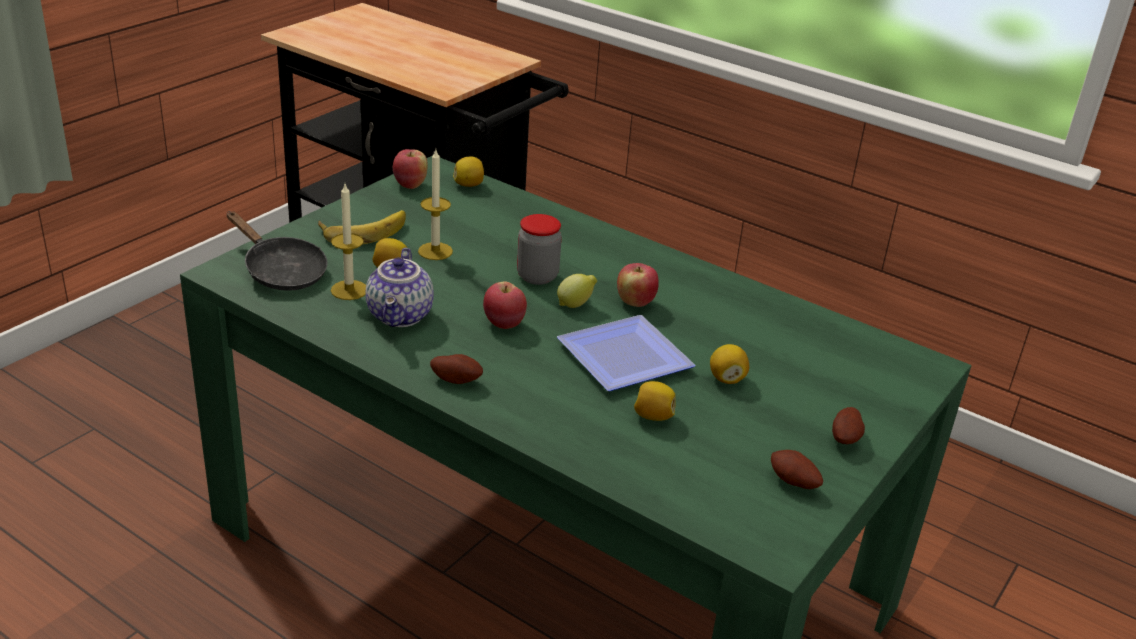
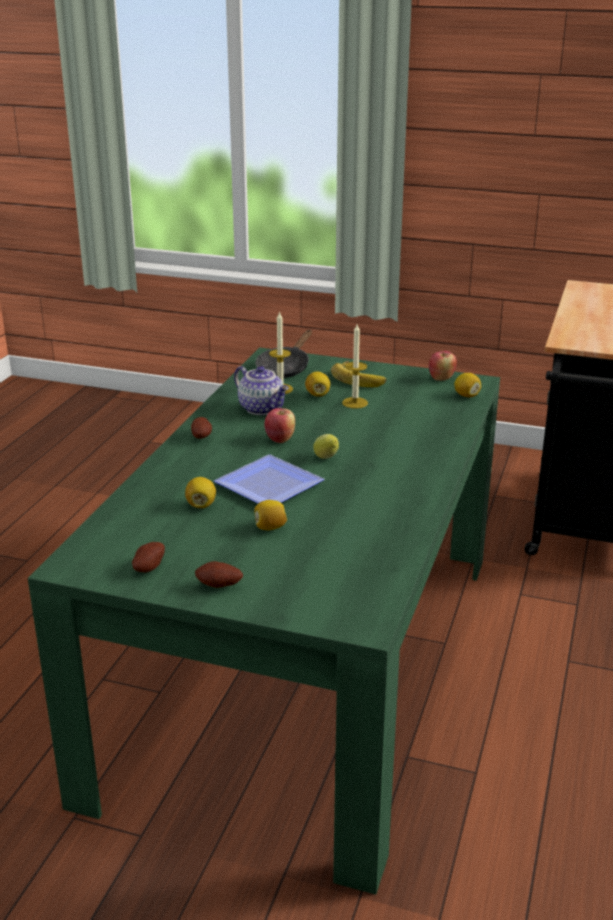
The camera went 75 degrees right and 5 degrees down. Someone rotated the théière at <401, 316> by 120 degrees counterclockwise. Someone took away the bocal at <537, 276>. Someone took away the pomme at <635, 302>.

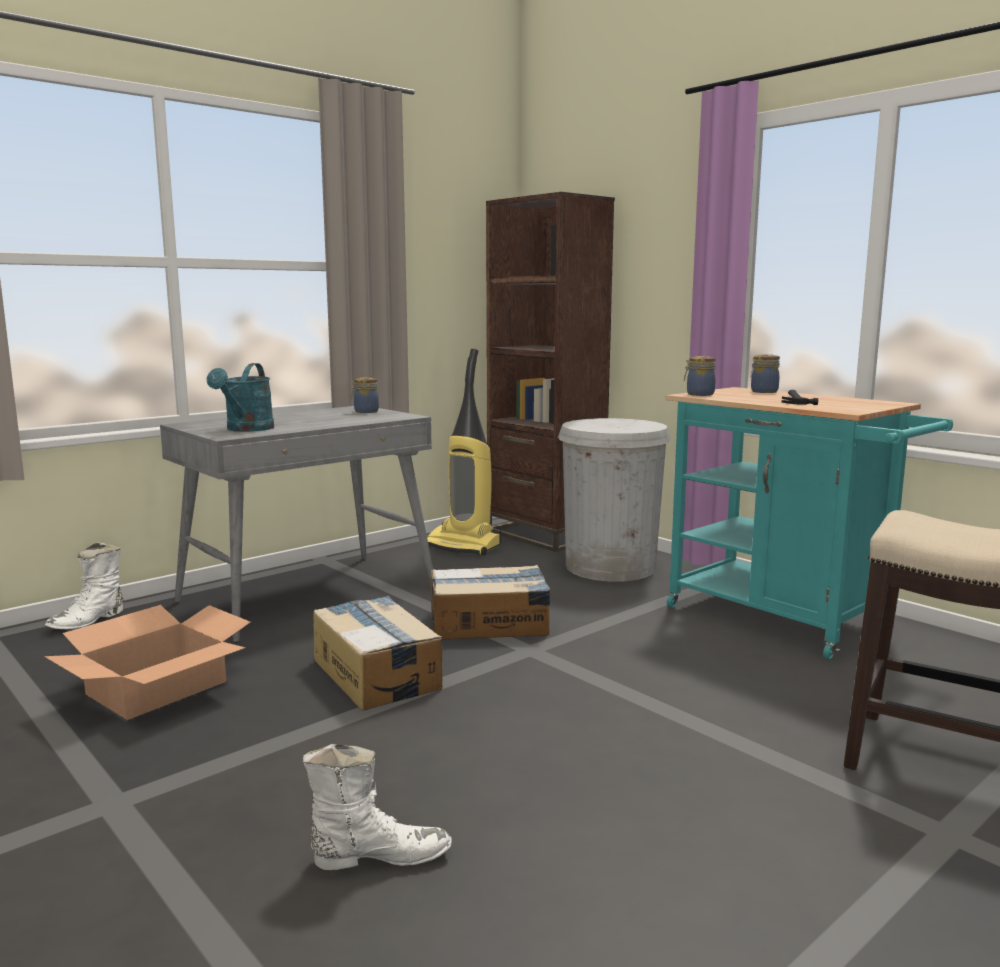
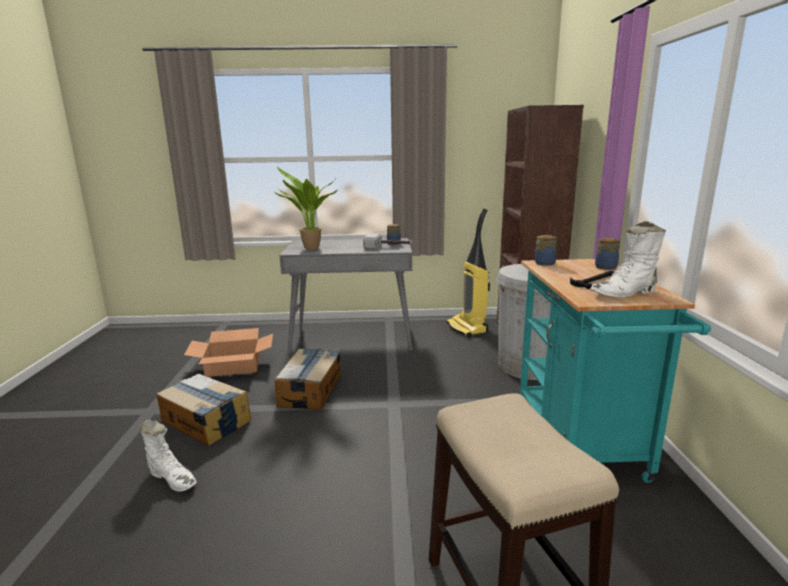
The camera went 40 degrees right and 5 degrees up. Someone carried the botte [blanc] from <89, 621> to <625, 293>. Someone swapped the arrosoir [turquoise] at <246, 429> for the plante en pot at <309, 249>. Someone carried the carton from <490, 623> to <206, 421>. Someone put down the marteau at <388, 247>.

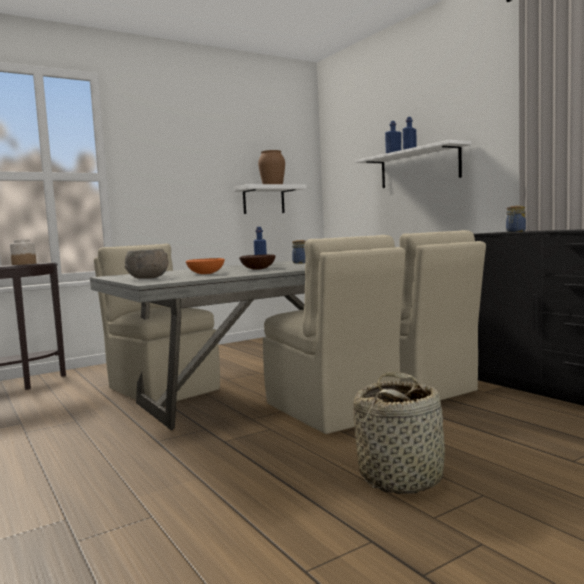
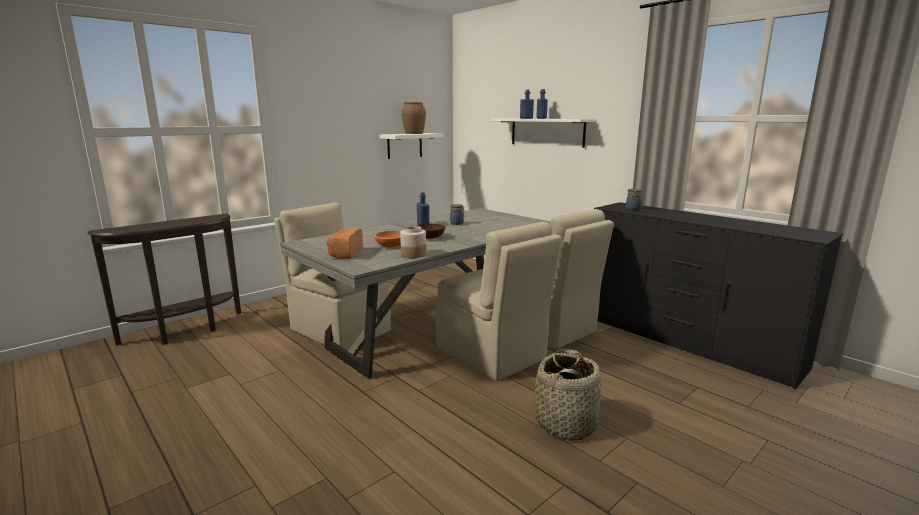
The camera went 10 degrees left and 10 degrees up. Someone carried the bocal from <23, 264> to <413, 254>. Someone swapped the bol [gris] at <148, 278> for the pain at <345, 253>.

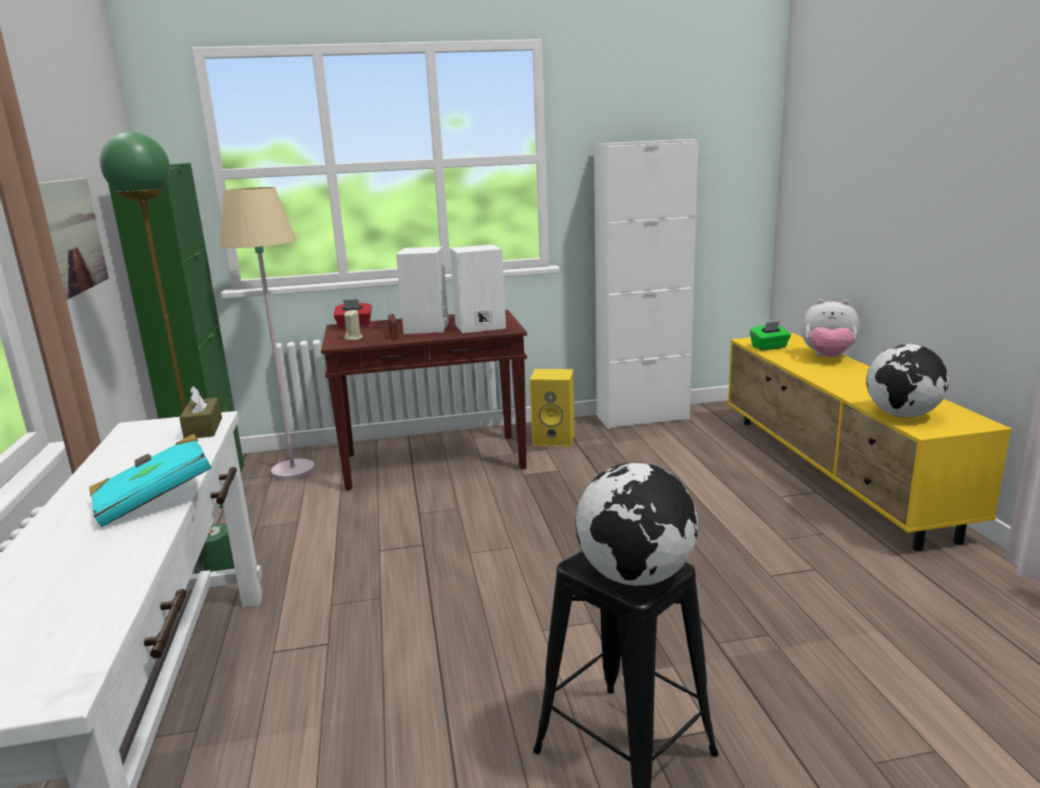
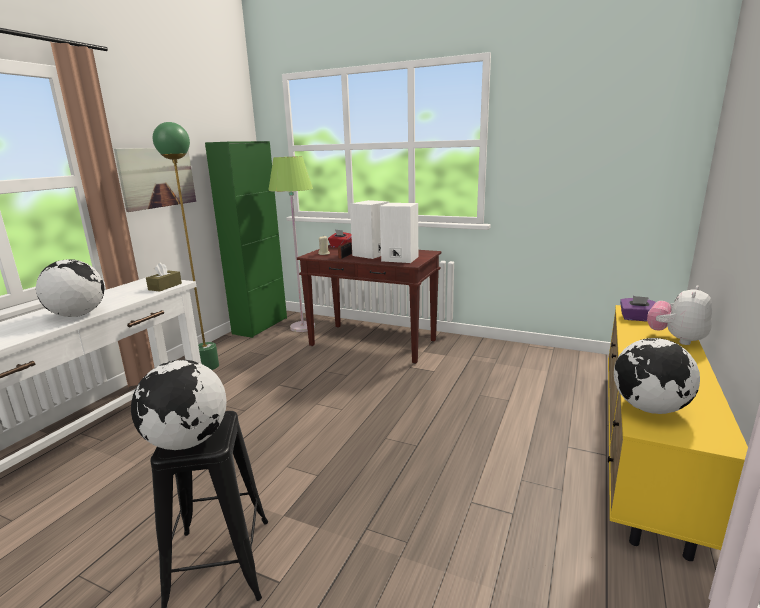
The camera went 35 degrees right and 0 degrees up. Someone swapped the livre [turquoise] at <155, 500> for the globe at <77, 315>. Someone repainted the lampadaire [beige] at <293, 470>, which became the lampadaire [vert] at <303, 327>. Someone took away the enceinte [jaune] at <555, 439>. Someone took away the meuble de rangement [blanc] at <642, 417>. Someone repainted the boîte à mouchoirs [vert] at <769, 347>, which became the boîte à mouchoirs [violet] at <636, 318>. Someone rotated the peluche at <827, 357> by 75 degrees clockwise.

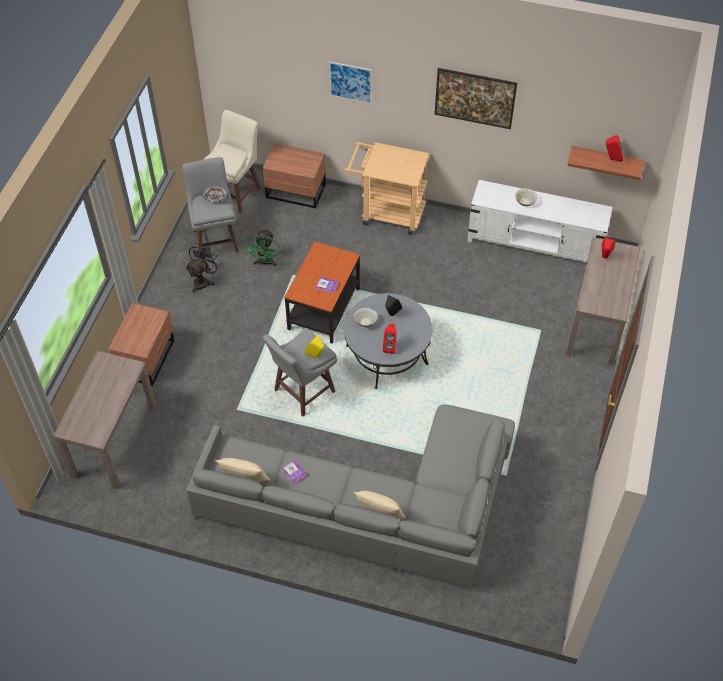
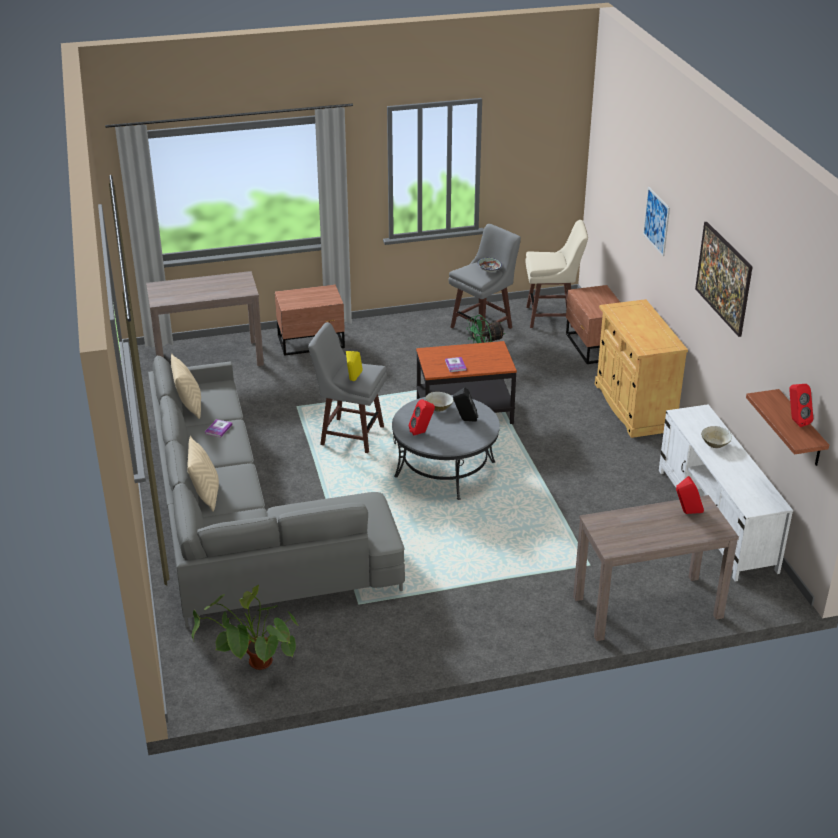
The camera went 60 degrees right and 20 degrees down. Someone took away the ventilateur [noir] at <204, 281>. Someone swapped the chariot [beige] at <387, 213> for the meuble de rangement [beige] at <634, 407>. Someone put down the plante en pot at <251, 669>.

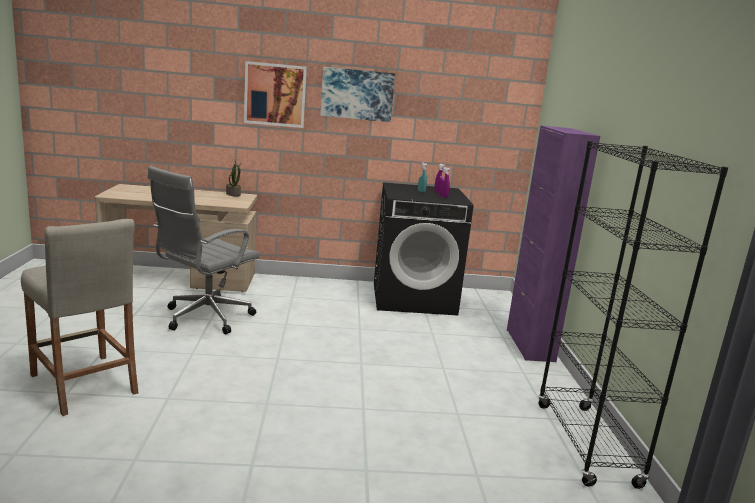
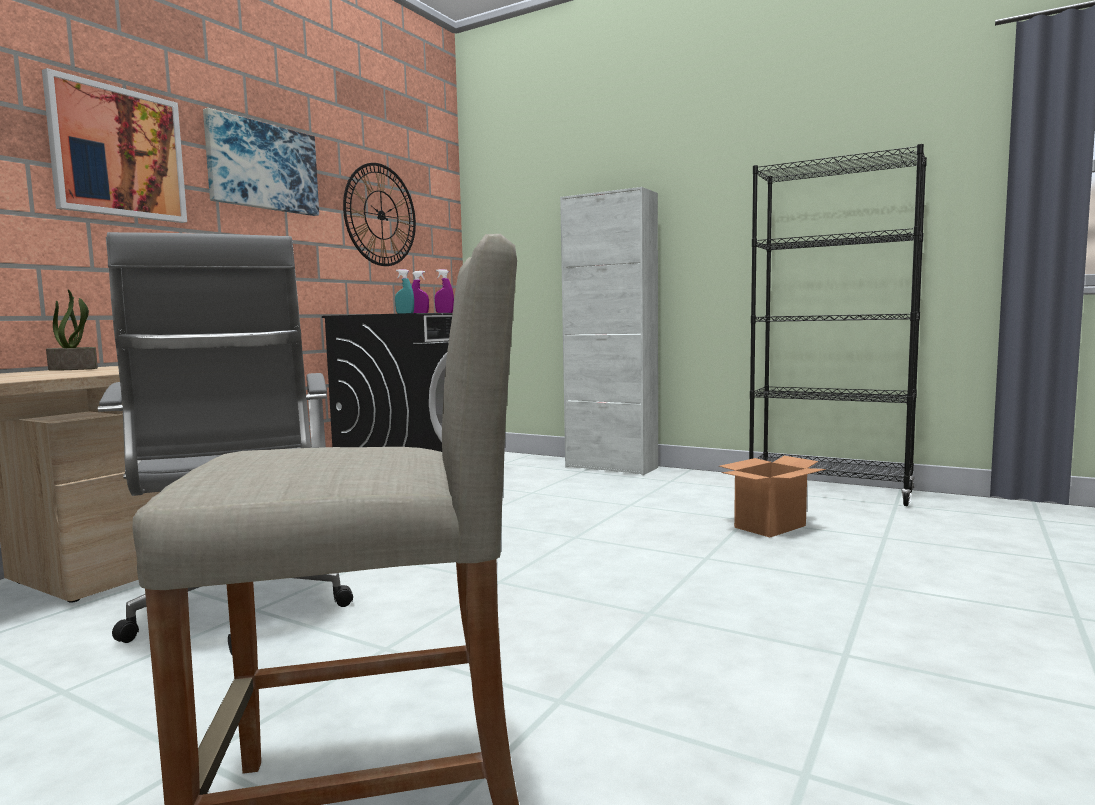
The camera went 55 degrees left and 10 degrees down. Someone repainted the meuble de rangement [violet] at <529, 345>, which became the meuble de rangement [blanc] at <611, 467>. Someone put up the horloge murale at <381, 215>. Someone put down the carton at <769, 527>.

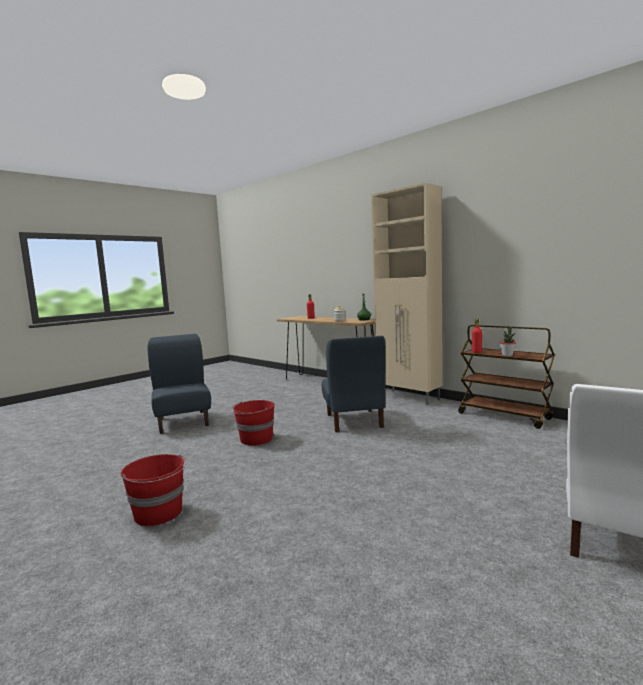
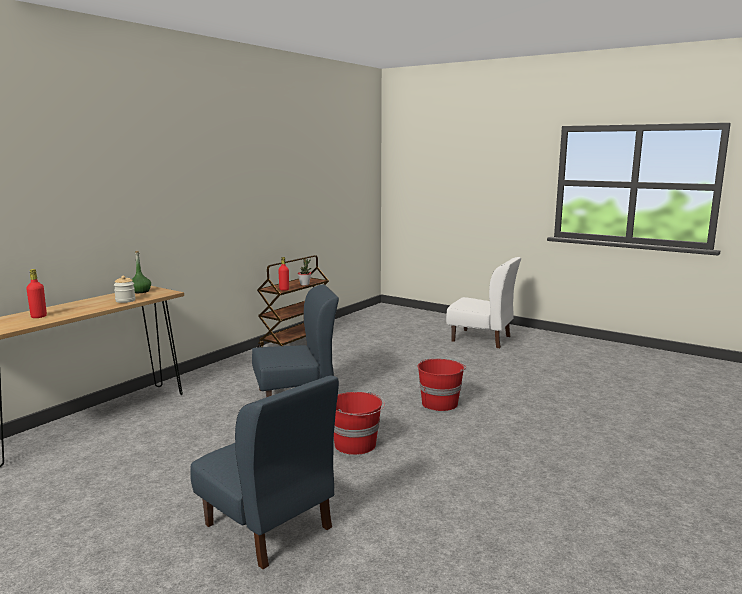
The camera went 100 degrees left and 5 degrees up. Someone carried the seau [rouge] from <159, 513> to <440, 403>. Someone rotated the chaise [bleu] at <183, 421> by 105 degrees counterclockwise. Someone took away the meuble de rangement [beige] at <409, 398>.

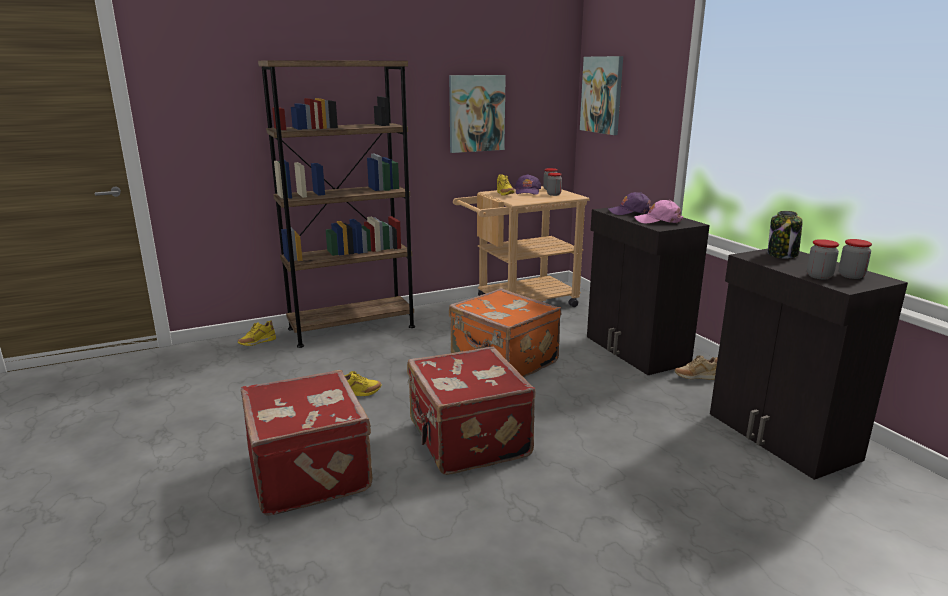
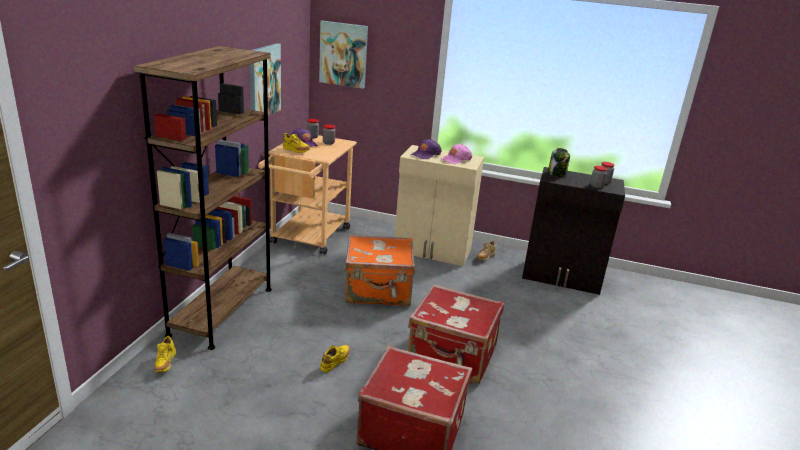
The camera went 50 degrees left and 5 degrees up. Someone repainted the meuble de rangement [noir] at <635, 350>, which became the meuble de rangement [beige] at <432, 251>.

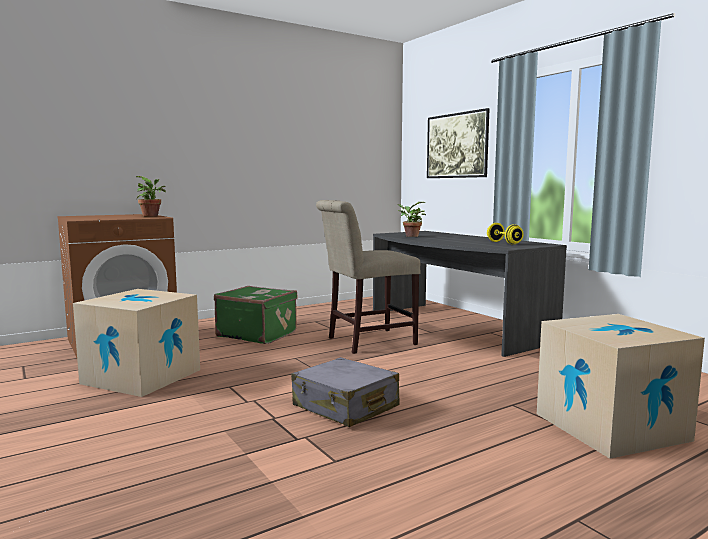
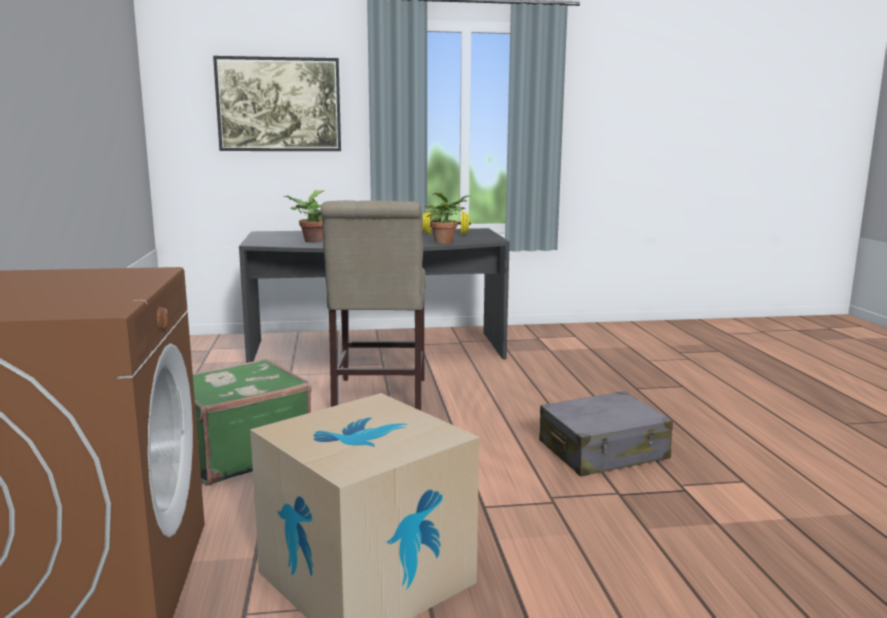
The camera went 65 degrees left and 5 degrees up. Someone carried the plante en pot from <152, 216> to <445, 242>. Someone took away the carton at <610, 426>.

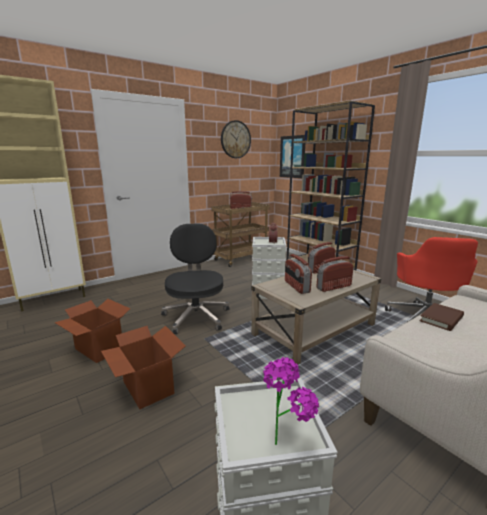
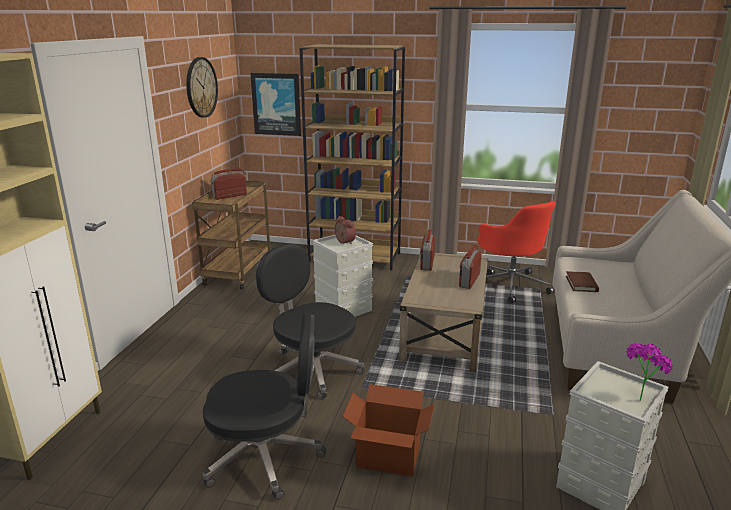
The camera went 40 degrees left and 5 degrees up. Someone swapped the carton at <98, 349> for the chaise de bureau [noir] at <266, 457>. Someone took away the radio at <296, 287>.

